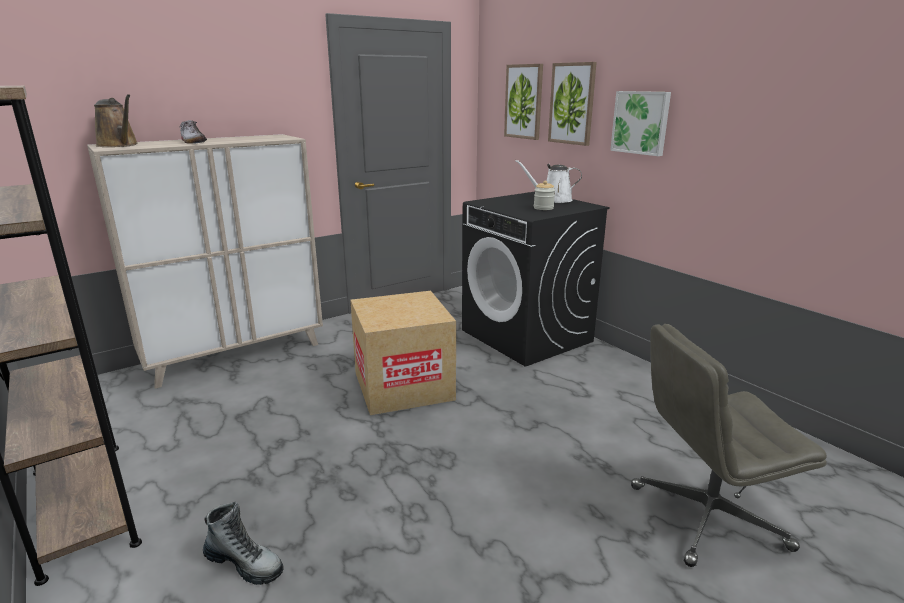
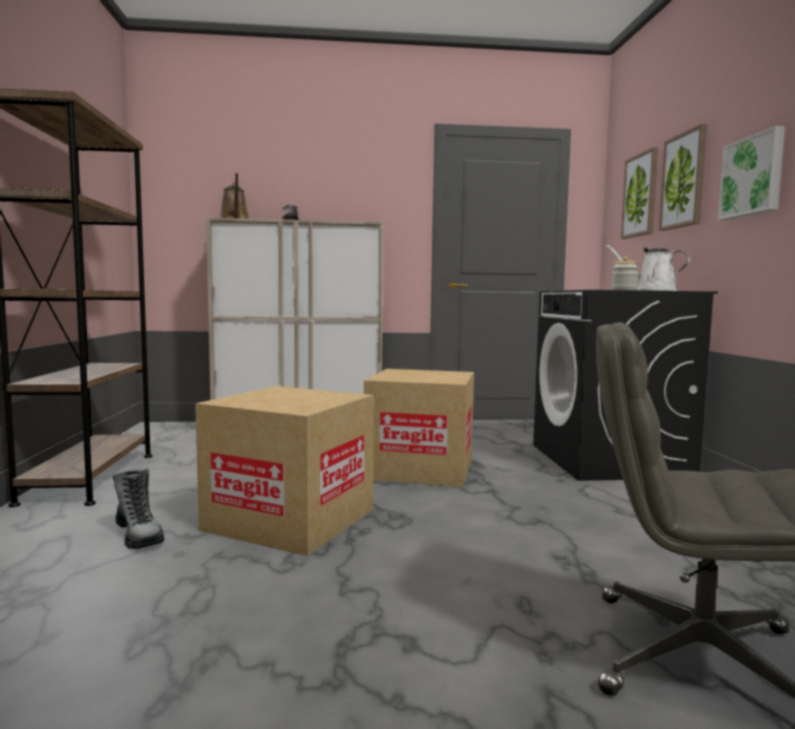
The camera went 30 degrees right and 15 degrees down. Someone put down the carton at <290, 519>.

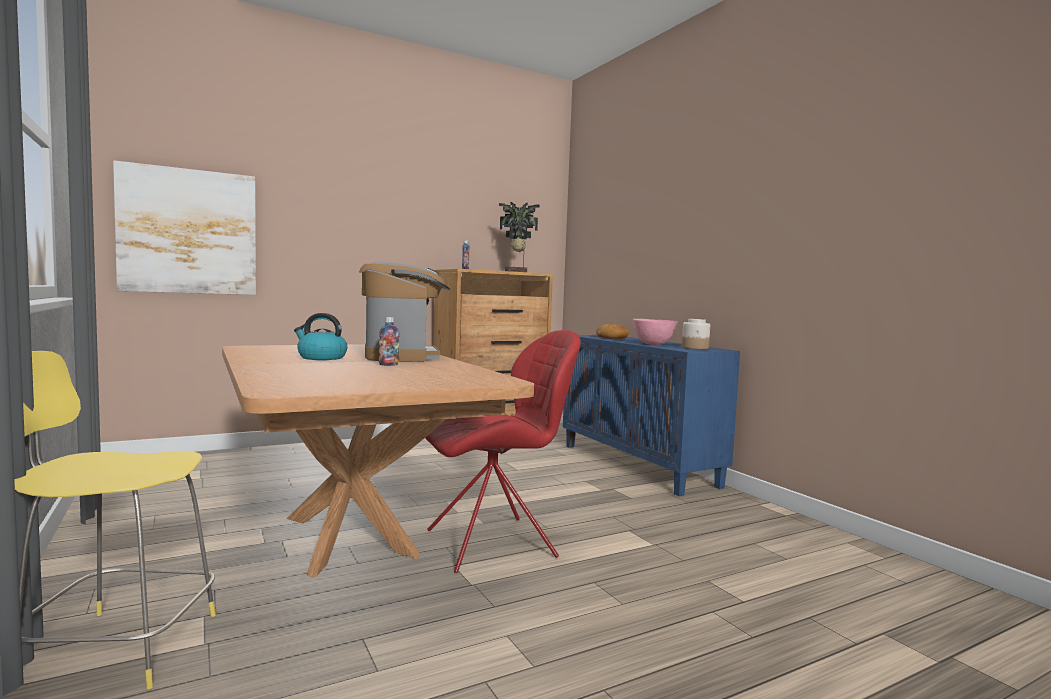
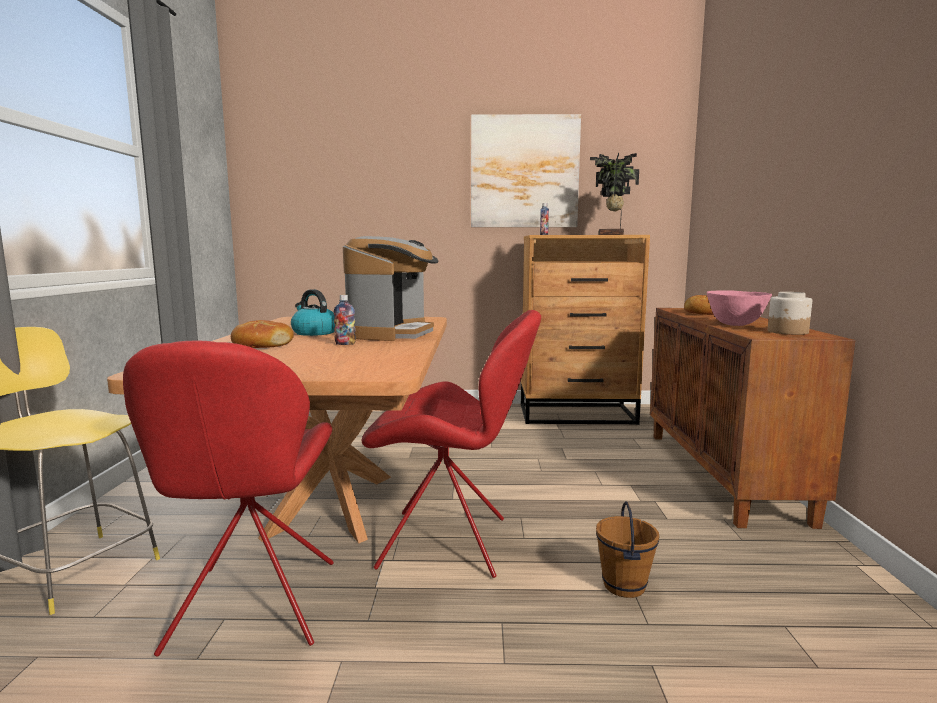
The camera went 30 degrees right and 5 degrees up. Someone carried the tableau from <188, 231> to <524, 172>. Someone repainted the meuble de rangement [bleu] at <638, 465>, which became the meuble de rangement [marron] at <723, 474>. Someone put down the chaise [rouge] at <252, 609>. Someone put down the pain at <262, 345>. Someone put down the seau [marron] at <625, 586>.

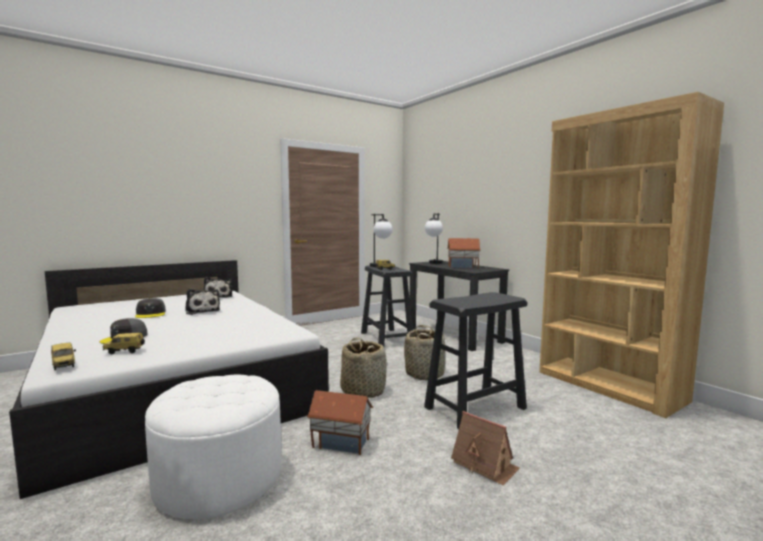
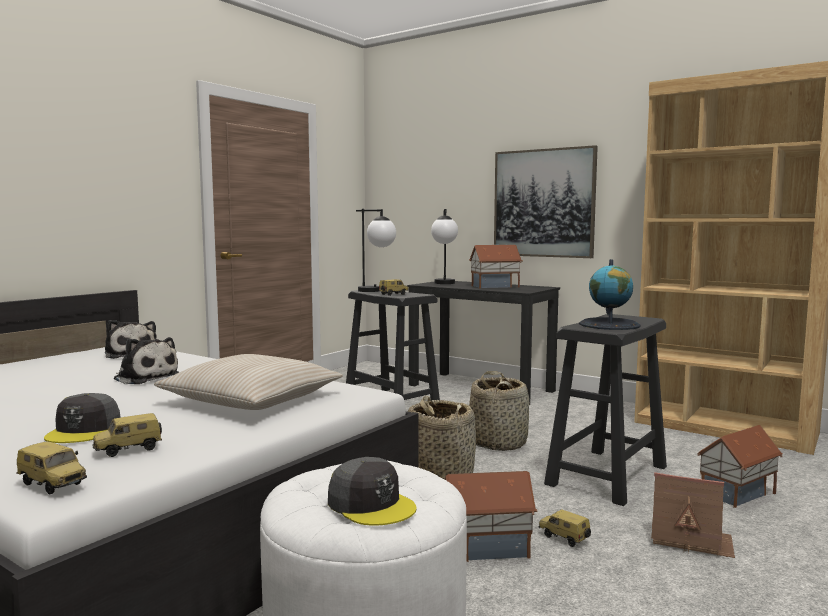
The camera went 20 degrees left and 0 degrees up. Someone carried the casquette [gris] from <151, 314> to <371, 504>. Someone put down the coussin [beige] at <251, 400>. Someone put up the tableau at <543, 203>. Someone put down the petite voiture at <563, 538>. Someone put down the globe at <609, 325>. Someone put down the maison miniature at <738, 494>.

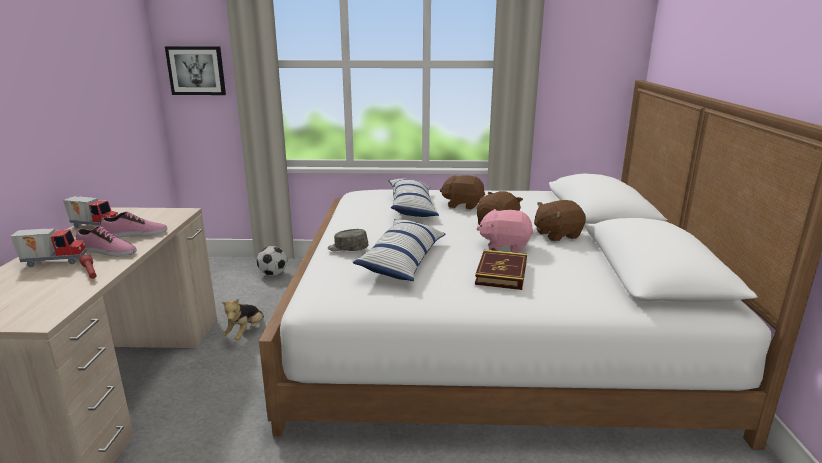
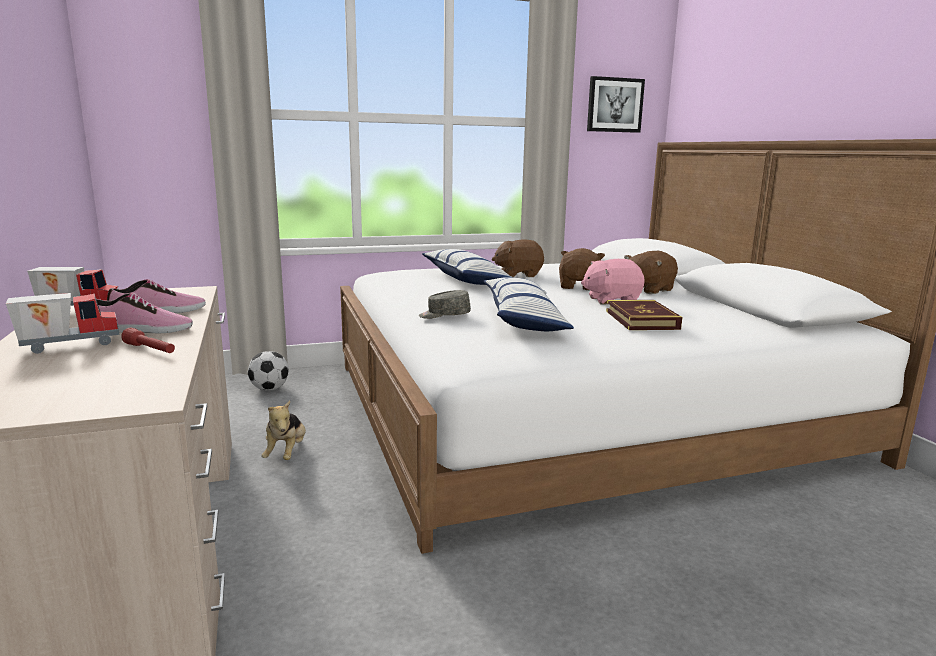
The camera went 20 degrees left and 5 degrees down. Someone carried the tableau from <196, 70> to <614, 105>.

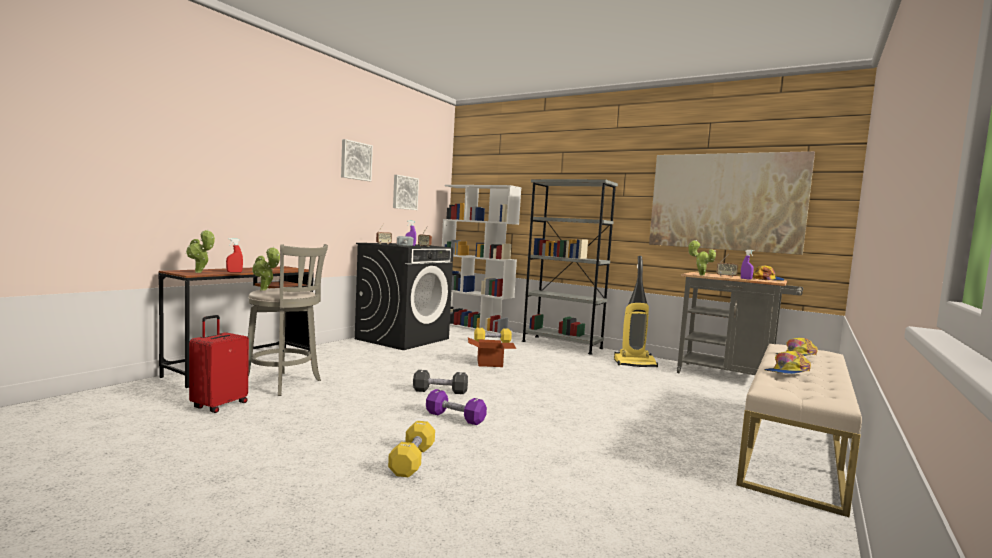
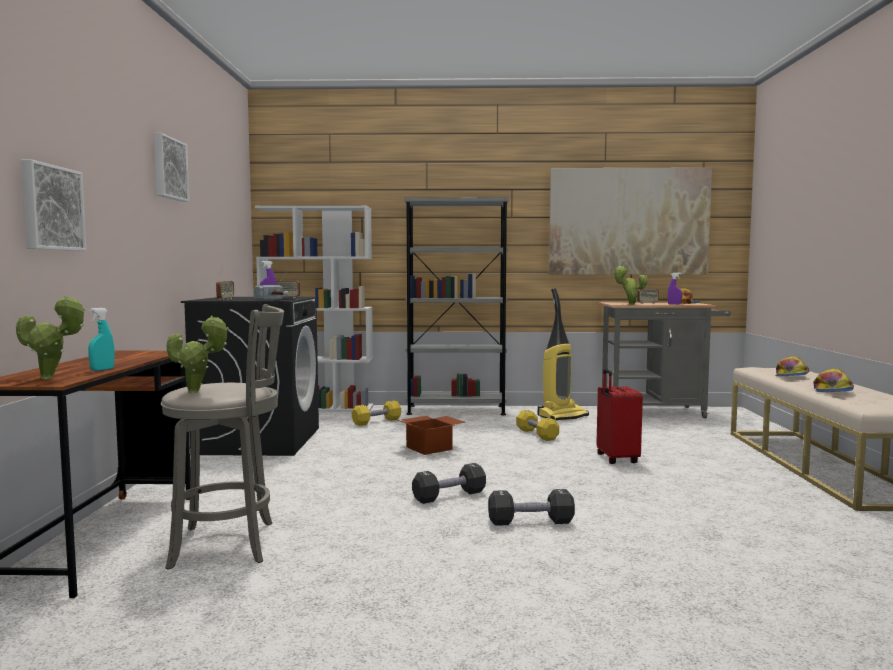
The camera went 30 degrees left and 0 degrees up. Someone carried the valise [rouge] from <219, 405> to <616, 459>. Someone repainted the vaporisateur [rouge] at <234, 272>, which became the vaporisateur [turquoise] at <102, 369>. Someone carried the haltère [jaune] from <412, 460> to <537, 434>. Someone carried the tableau from <404, 192> to <50, 208>. Someone repainted the haltère [violet] at <455, 417>, which became the haltère [noir] at <530, 522>.

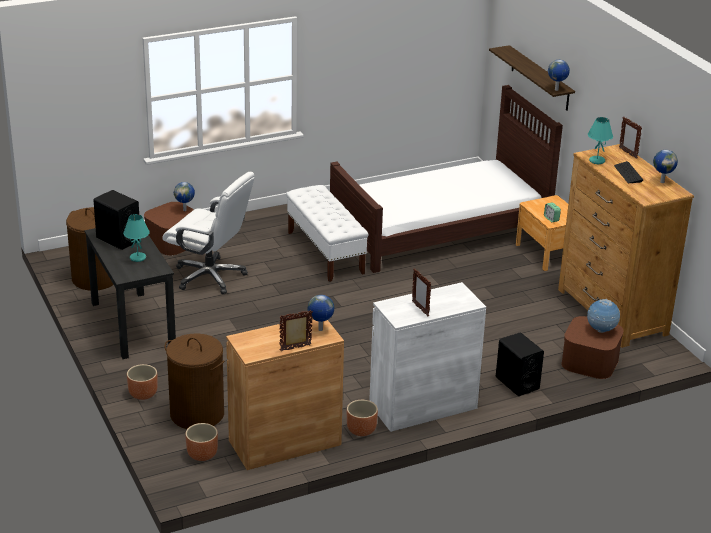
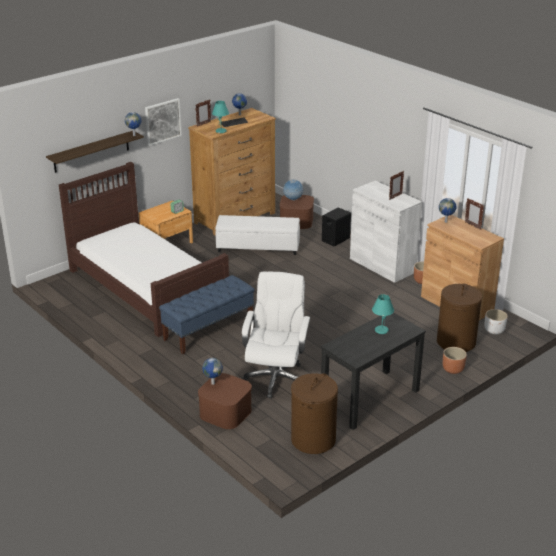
The camera went 105 degrees left and 0 degrees up. Someone took away the enceinte [noir] at <118, 239>. Someone repainted the cache-pot [marron] at <202, 455>, which became the cache-pot [blanc] at <494, 330>. Someone repainted the banc [blanc] at <325, 253>, which became the banc [bleu] at <209, 330>. Someone put up the tableau at <162, 121>. Someone put down the pouf [blanc] at <258, 247>.

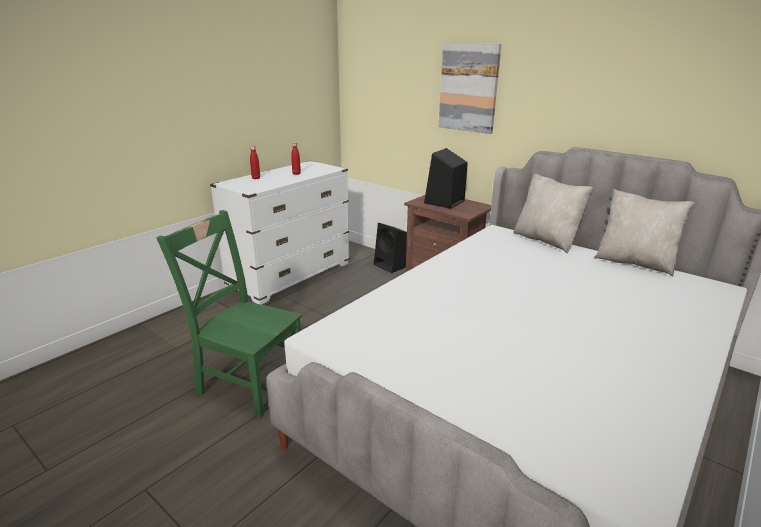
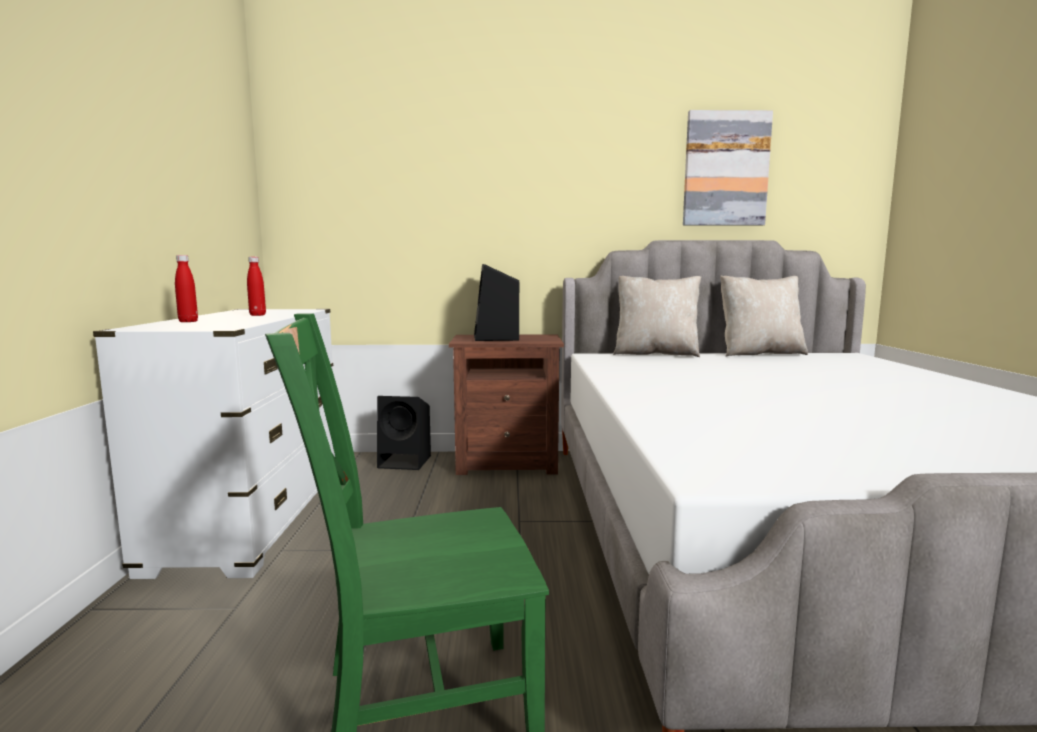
The camera went 40 degrees left and 15 degrees down. Someone carried the tableau from <469, 88> to <725, 169>.

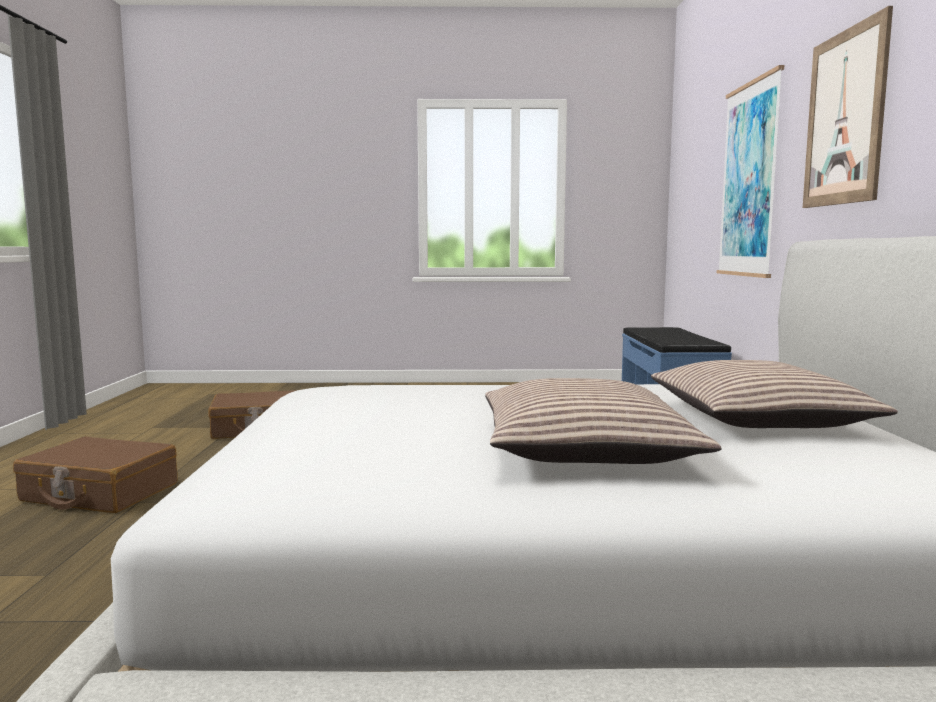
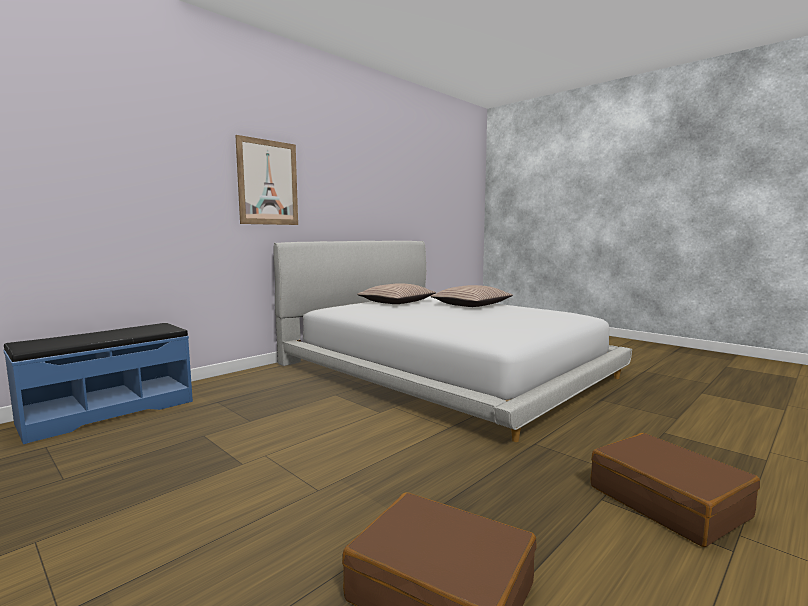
The camera went 135 degrees left and 0 degrees up. Someone took away the tableau at <749, 180>.

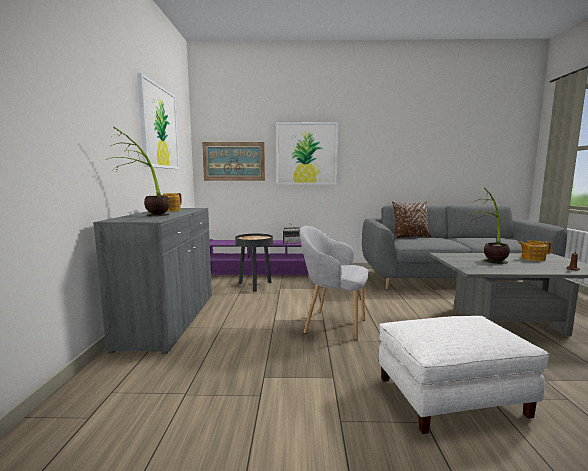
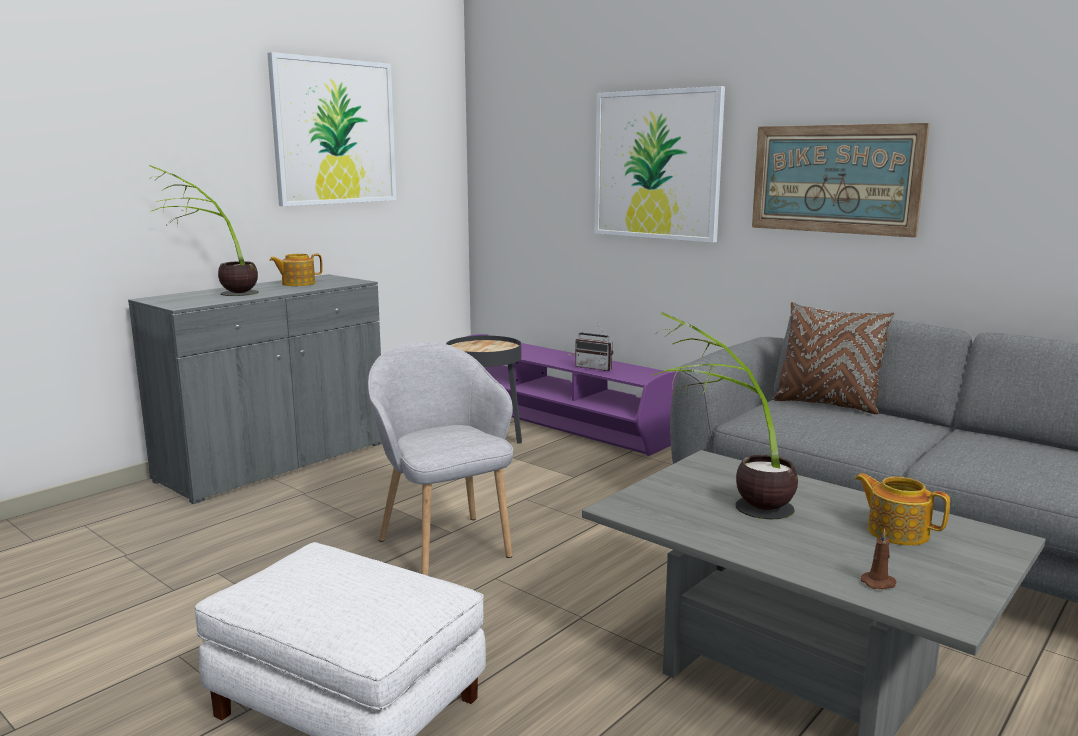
The camera went 40 degrees right and 5 degrees up. Someone carried the tableau from <234, 161> to <834, 179>.

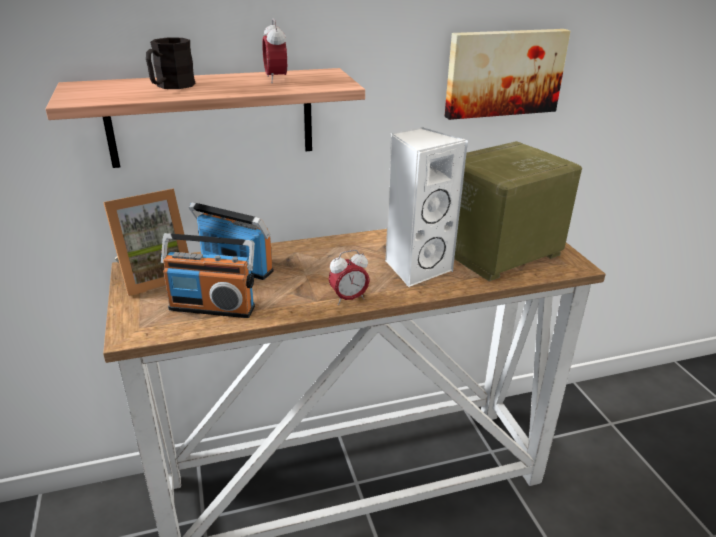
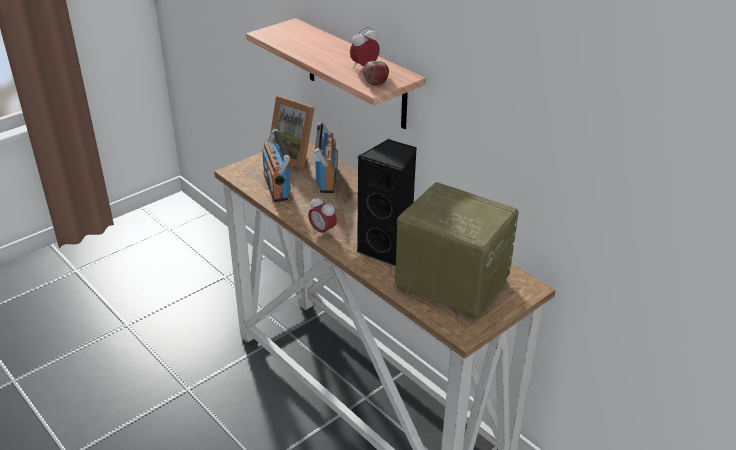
The camera went 65 degrees right and 5 degrees up. Someone took away the mug [noir] at <170, 86>. Someone repainted the enceinte [blanc] at <416, 268>, which became the enceinte [noir] at <388, 249>. Someone took away the tableau at <503, 72>. Someone put down the pomme at <376, 83>.

